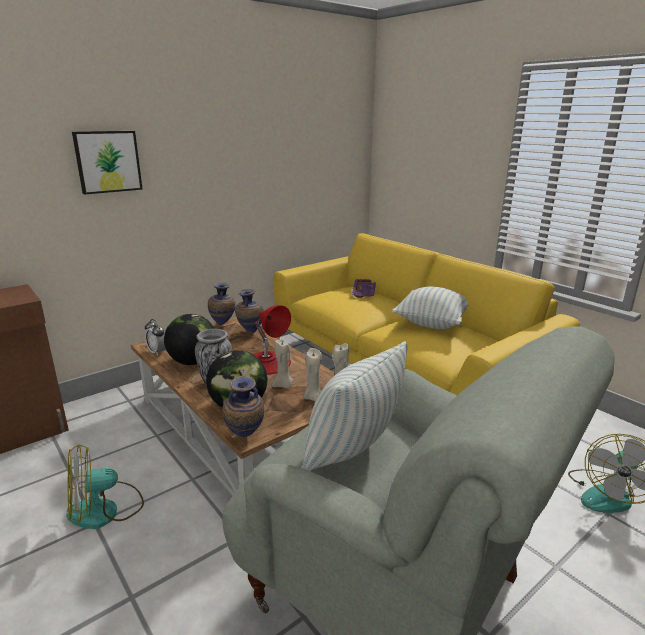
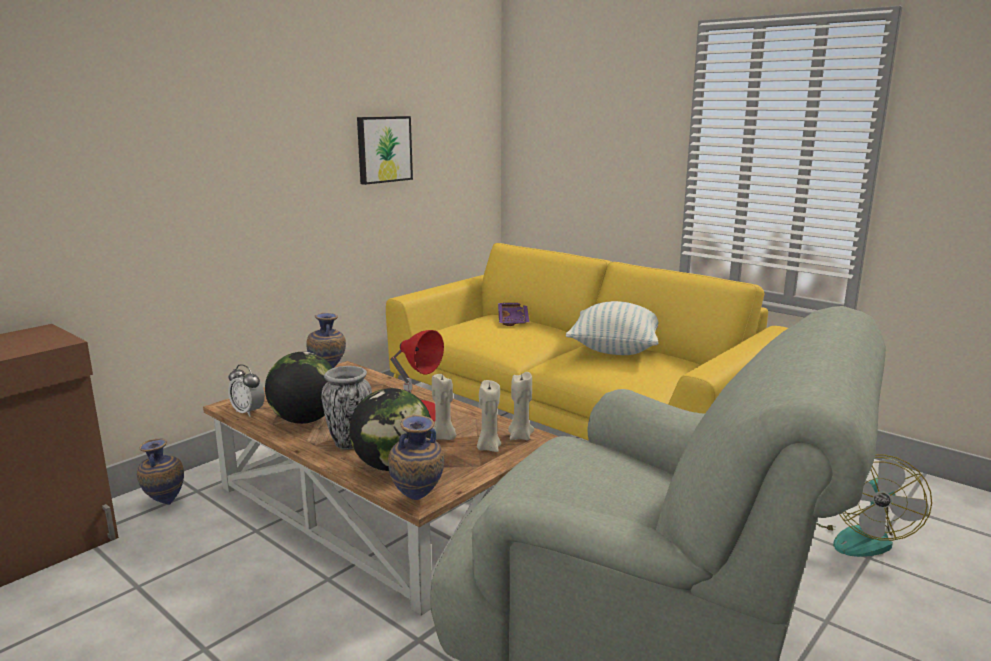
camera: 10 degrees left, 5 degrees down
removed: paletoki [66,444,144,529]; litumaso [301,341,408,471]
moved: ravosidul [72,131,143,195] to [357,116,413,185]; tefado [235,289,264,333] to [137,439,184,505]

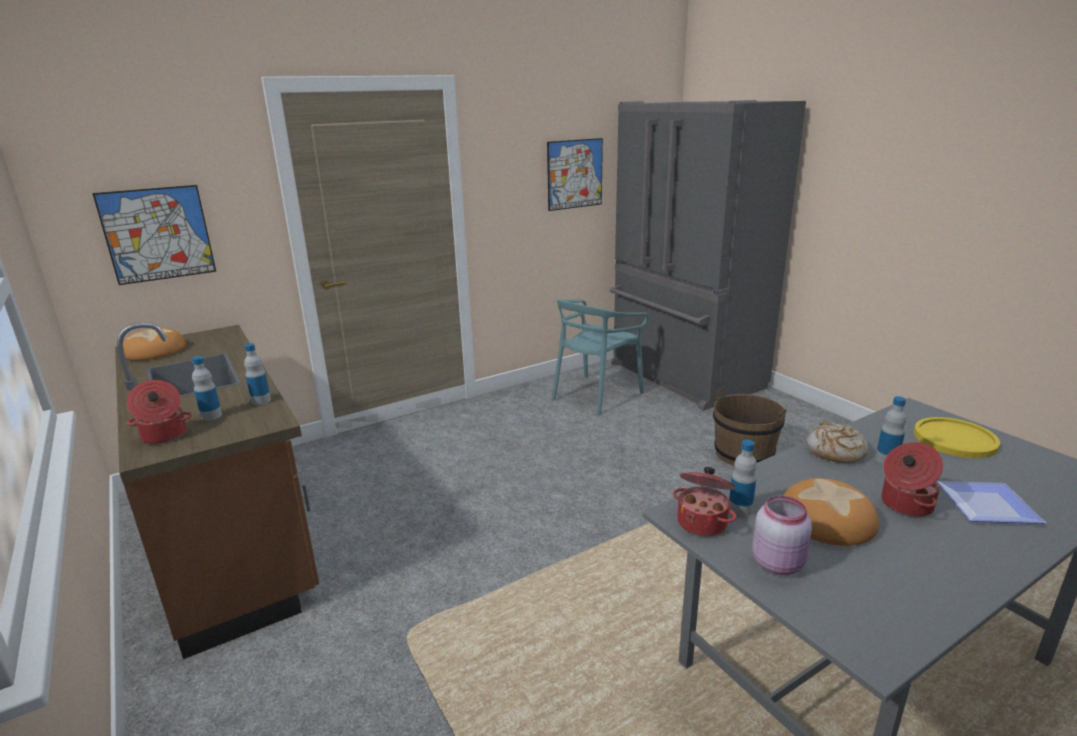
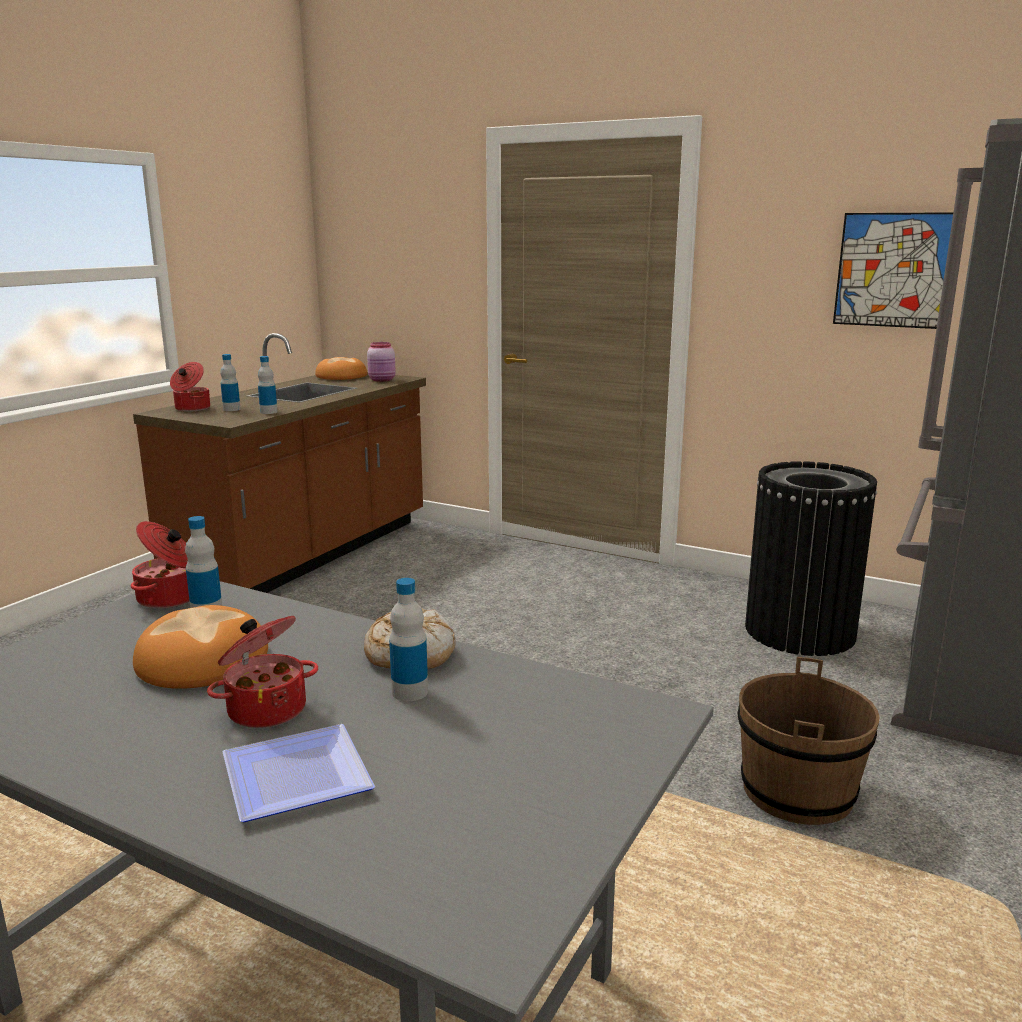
camera: 60 degrees right, 5 degrees down
removed: ravosidul [92,185,216,285]; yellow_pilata [914,417,1000,458]
moved: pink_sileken [752,495,812,575] to [367,342,396,382]
replaced: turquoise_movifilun [552,299,649,415] to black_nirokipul [745,461,877,656]

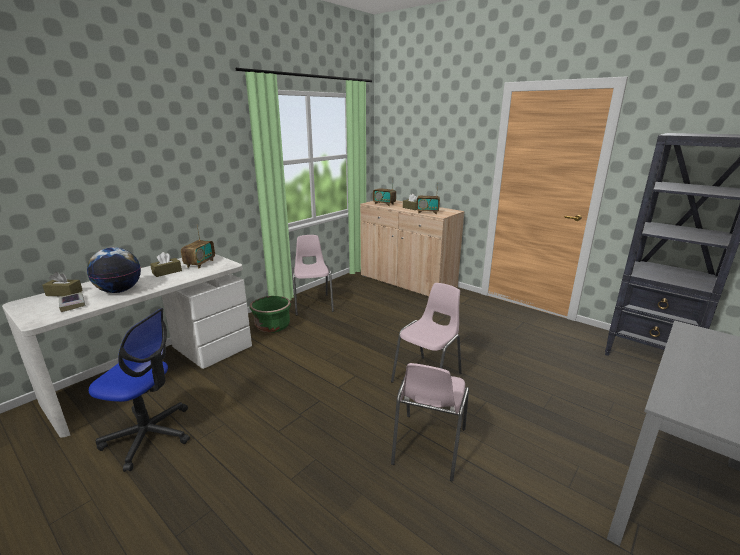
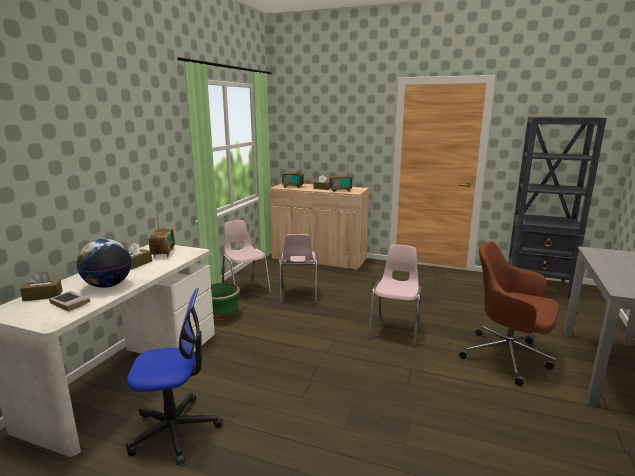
camera: 20 degrees left, 5 degrees down
added: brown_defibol [459,241,559,386]
moved: pink_movifilun [391,363,469,481] to [279,234,318,304]

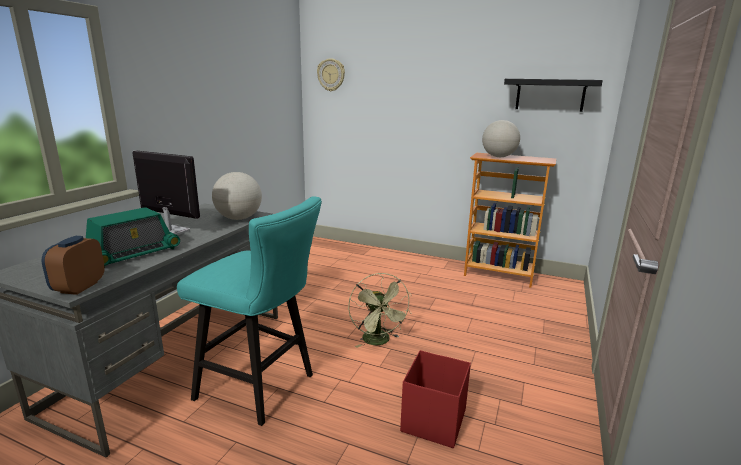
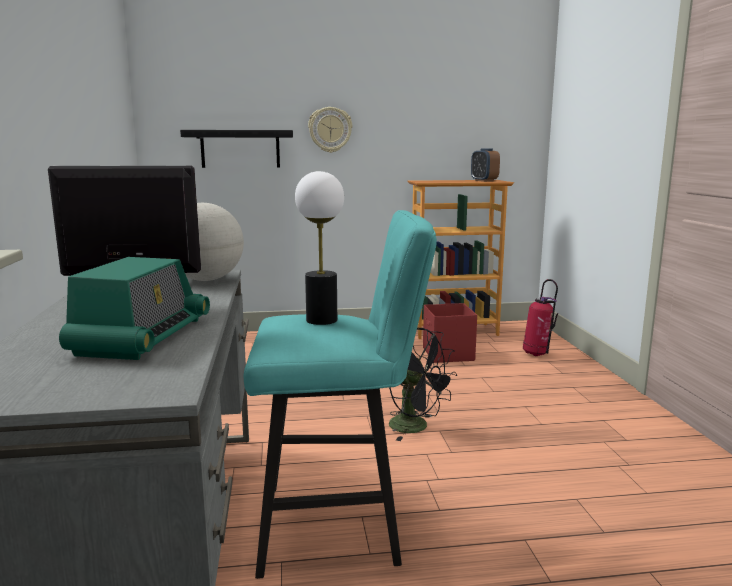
camera: 30 degrees left, 5 degrees down
removed: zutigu [482,120,520,157]
added: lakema [295,171,344,325]; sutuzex [523,279,558,356]
moved: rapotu [42,236,105,295] to [471,148,500,182]; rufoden [317,58,345,91] to [308,107,352,153]; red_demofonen [400,350,471,448] to [423,303,477,363]; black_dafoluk [504,79,603,112] to [180,130,293,168]
recoloured: green_paletoki [348,273,412,348] to black_paletoki [389,328,457,441]

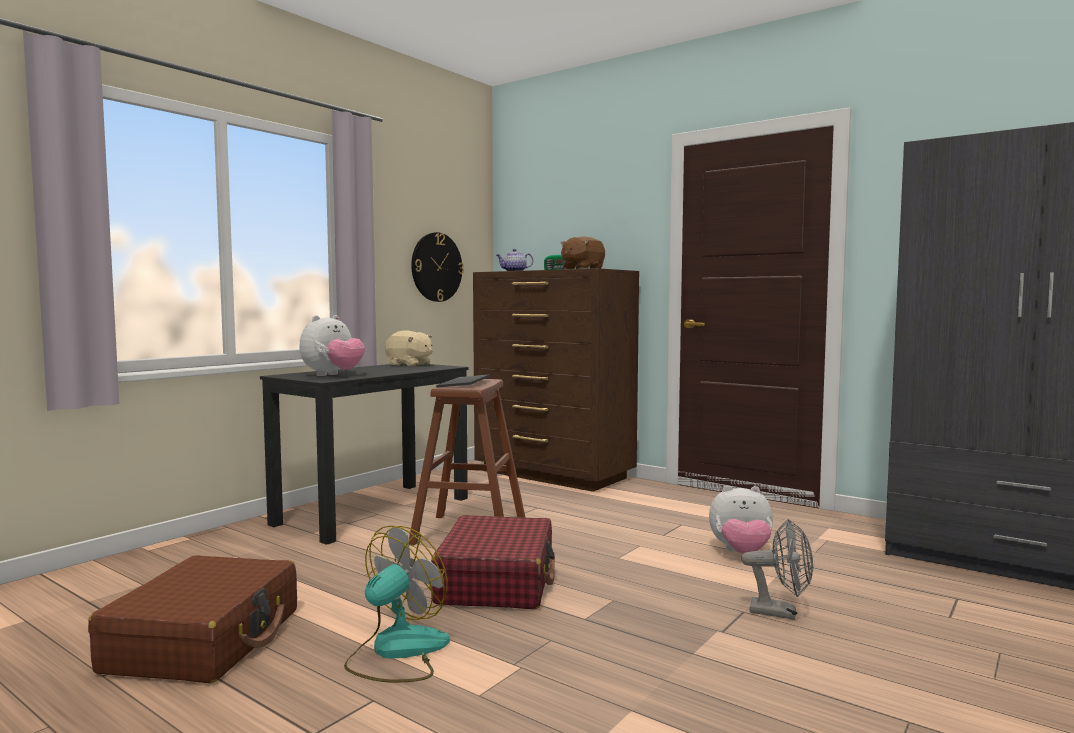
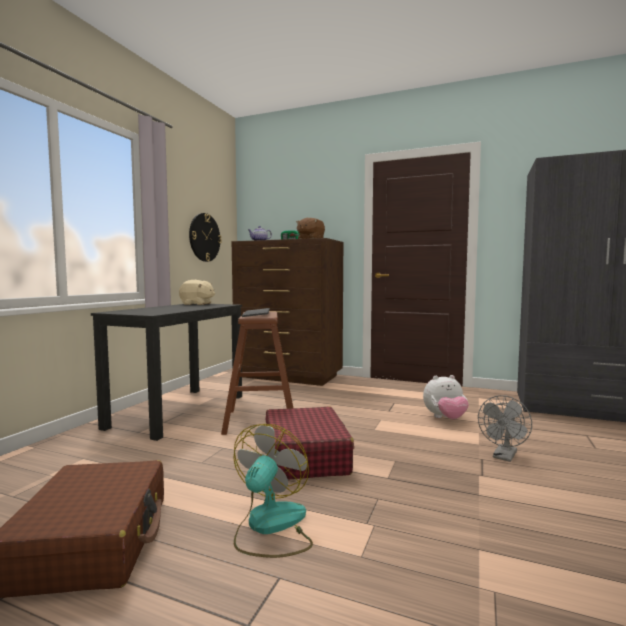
camera: 15 degrees left, 0 degrees up
removed: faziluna [300,315,365,376]
turned: grey_paletoki [741,519,813,620] = [478,395,532,462] 120 degrees clockwise

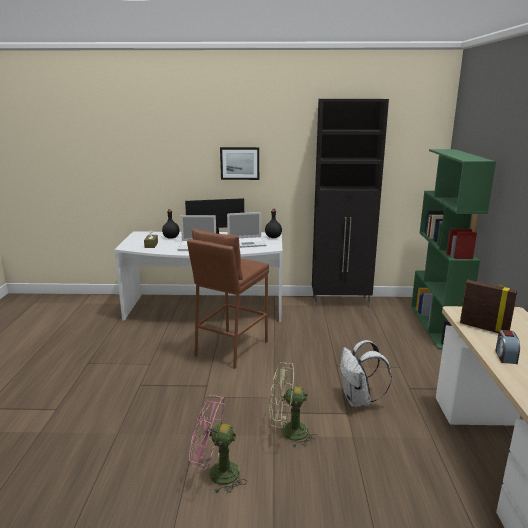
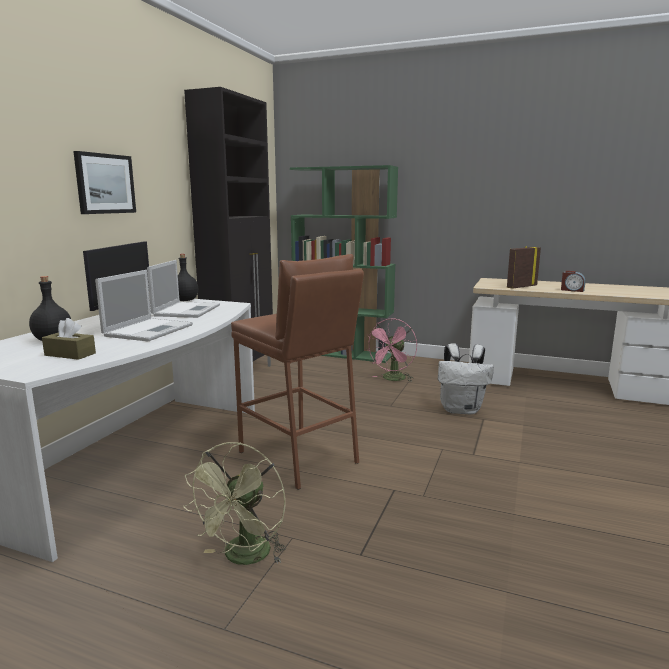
camera: 70 degrees left, 5 degrees down
moved: pink_paletoki [189,395,247,494] to [365,319,417,382]; green_paletoki [269,362,317,448] to [183,442,286,565]

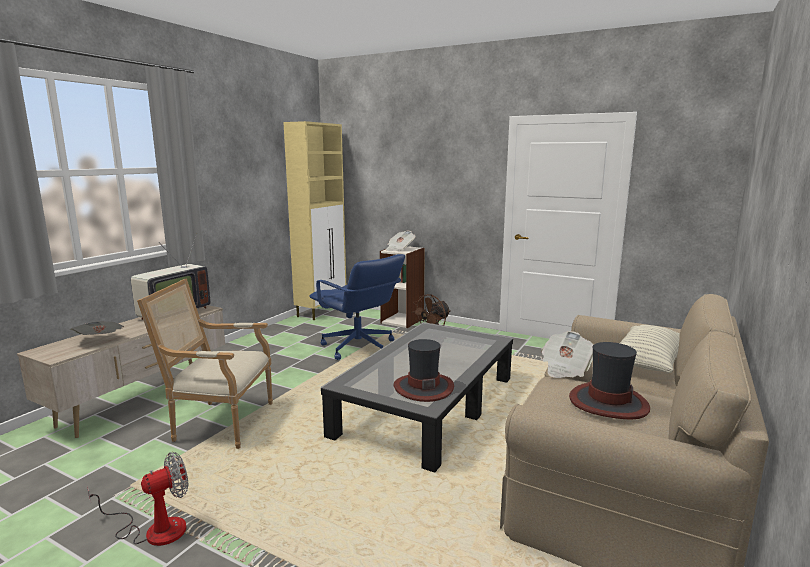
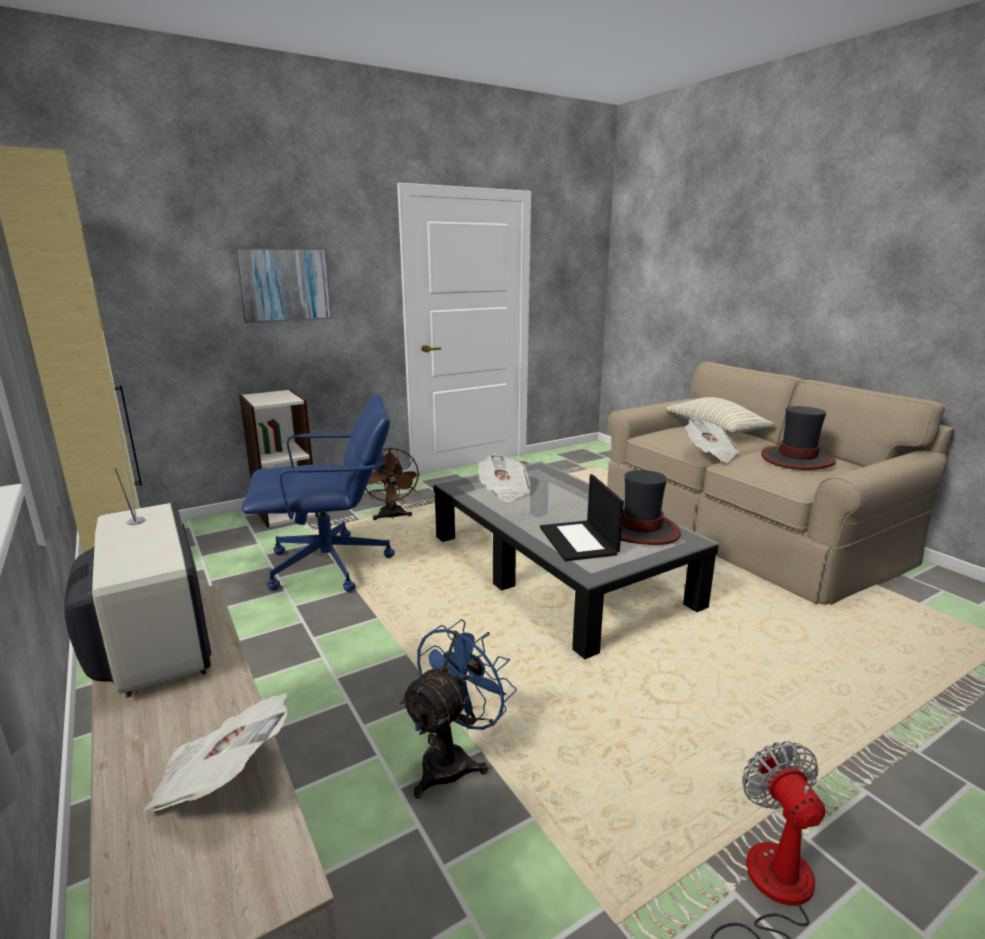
camera: 60 degrees left, 5 degrees up
added: ravosidul [235,248,332,323]; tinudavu [540,474,624,561]
moved: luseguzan [386,231,415,251] to [479,454,531,502]
replaced: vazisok [137,278,273,449] to blue_paletoki [399,619,517,798]

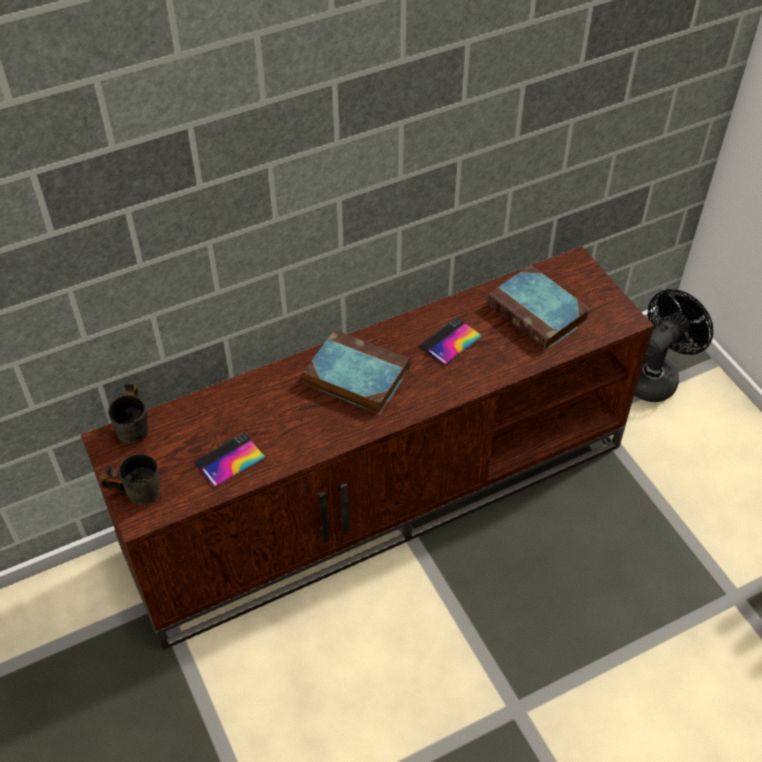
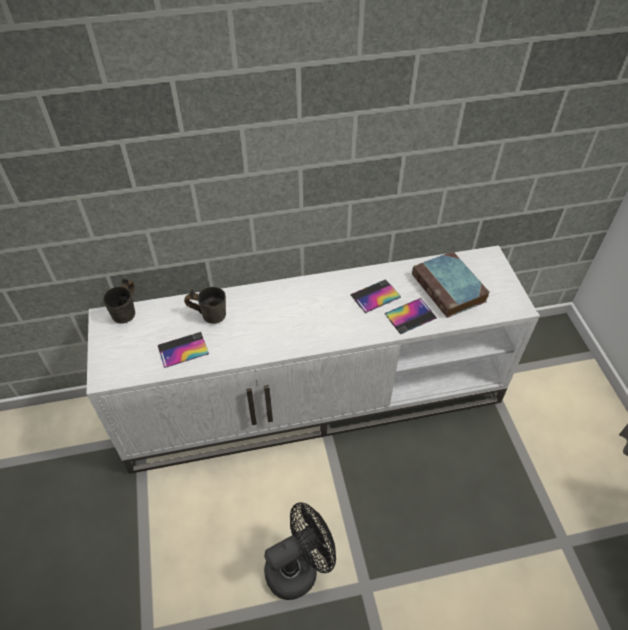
camera: 15 degrees right, 0 degrees up
removed: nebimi [303,330,410,415]
added: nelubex [385,298,437,334]
moved: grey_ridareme [99,454,160,505] to [184,287,226,324]; black_paletoki [634,289,713,402] to [264,502,336,600]
recoloured: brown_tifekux [81,246,654,650] to white_tifekux [87,245,540,474]

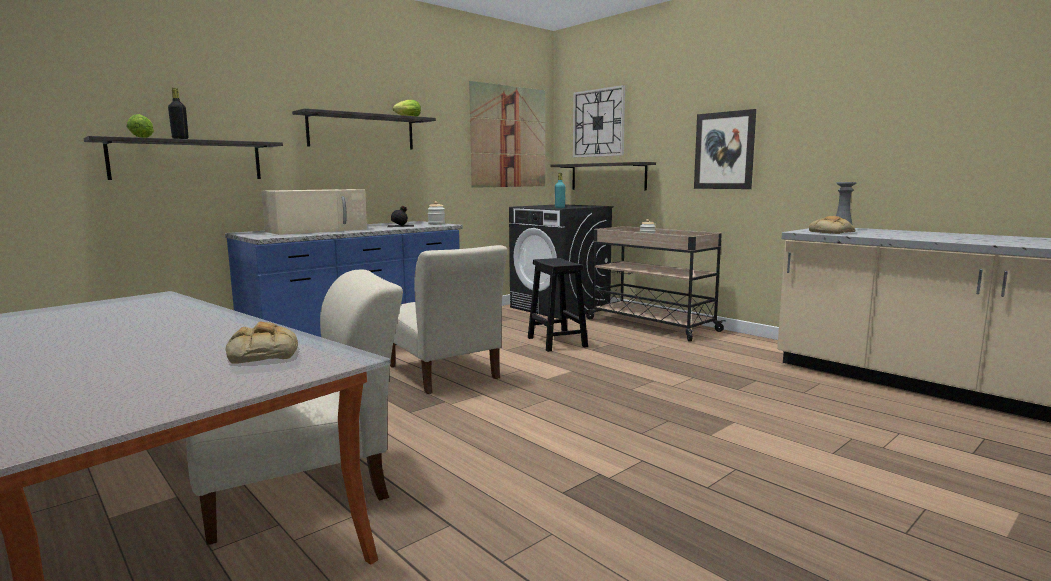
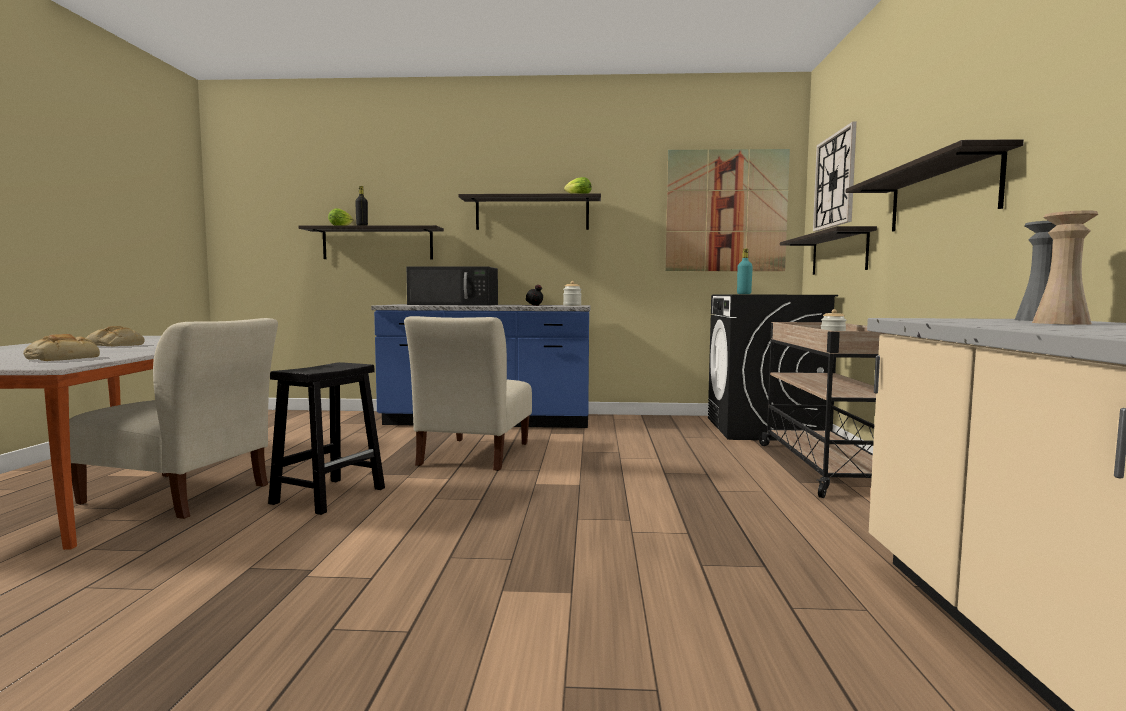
camera: 45 degrees right, 5 degrees down
added: beige_tefado [1032,210,1098,325]
moved: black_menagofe [528,258,588,352] to [268,362,385,515]; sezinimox [809,216,855,234] to [86,326,145,346]
replaced: ravosidul [694,109,756,189] to dafoluk [846,139,1024,232]
recoloured: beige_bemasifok [261,189,367,235] to black_bemasifok [406,266,498,306]

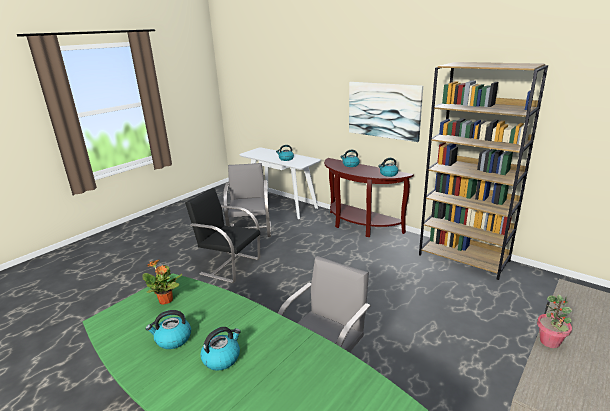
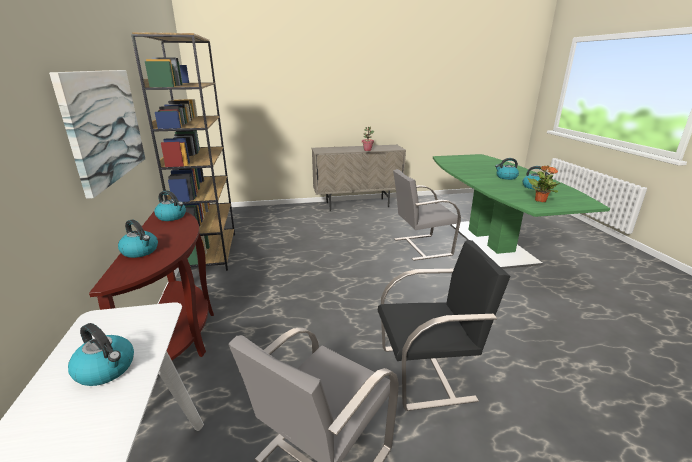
camera: 140 degrees left, 0 degrees up
turned: black_movifilun [185,188,260,283] = [378,240,511,411] 75 degrees counterclockwise

